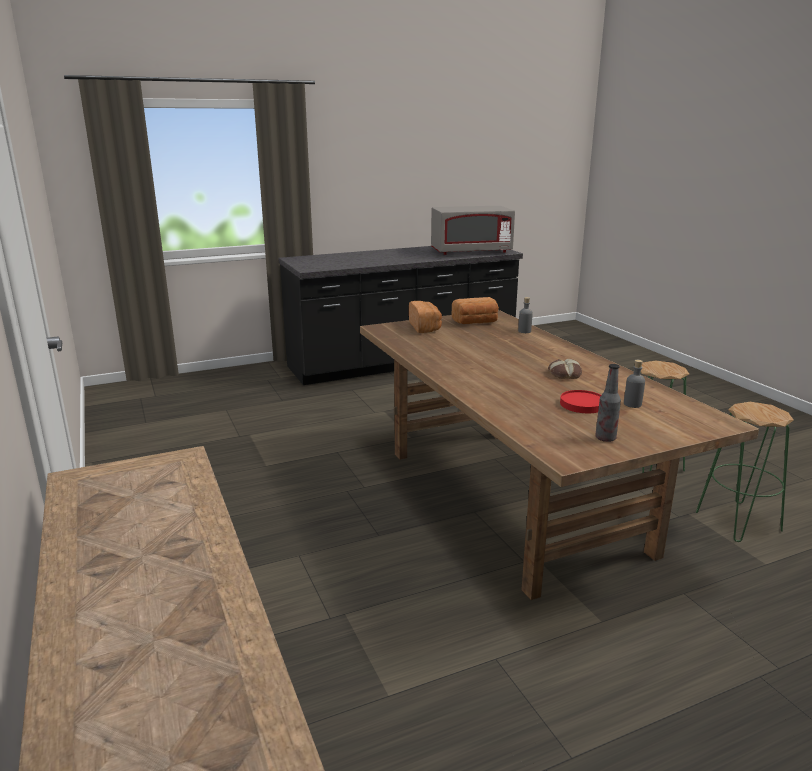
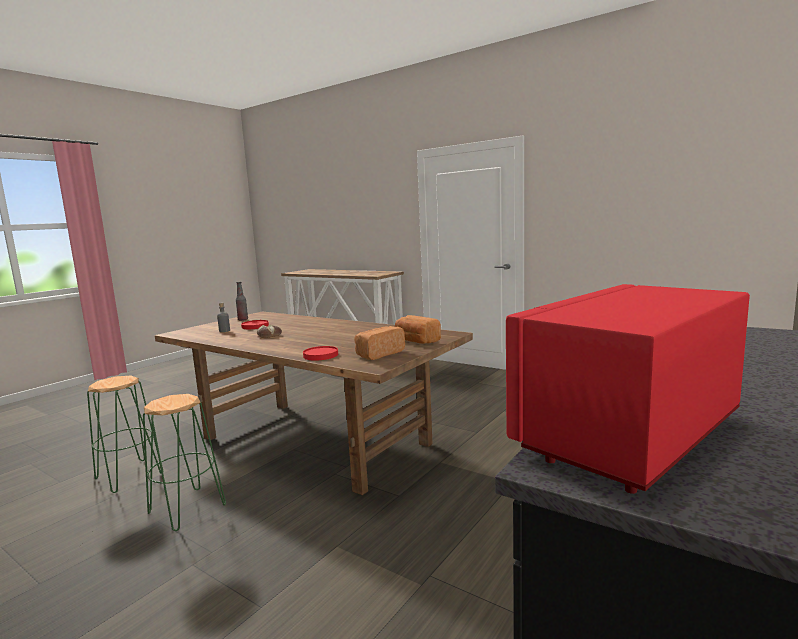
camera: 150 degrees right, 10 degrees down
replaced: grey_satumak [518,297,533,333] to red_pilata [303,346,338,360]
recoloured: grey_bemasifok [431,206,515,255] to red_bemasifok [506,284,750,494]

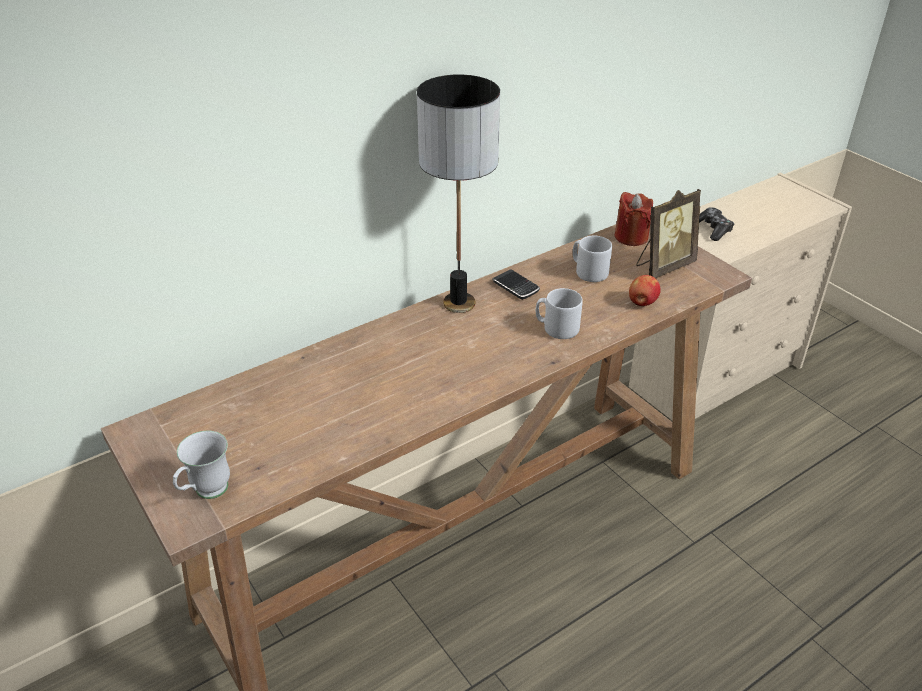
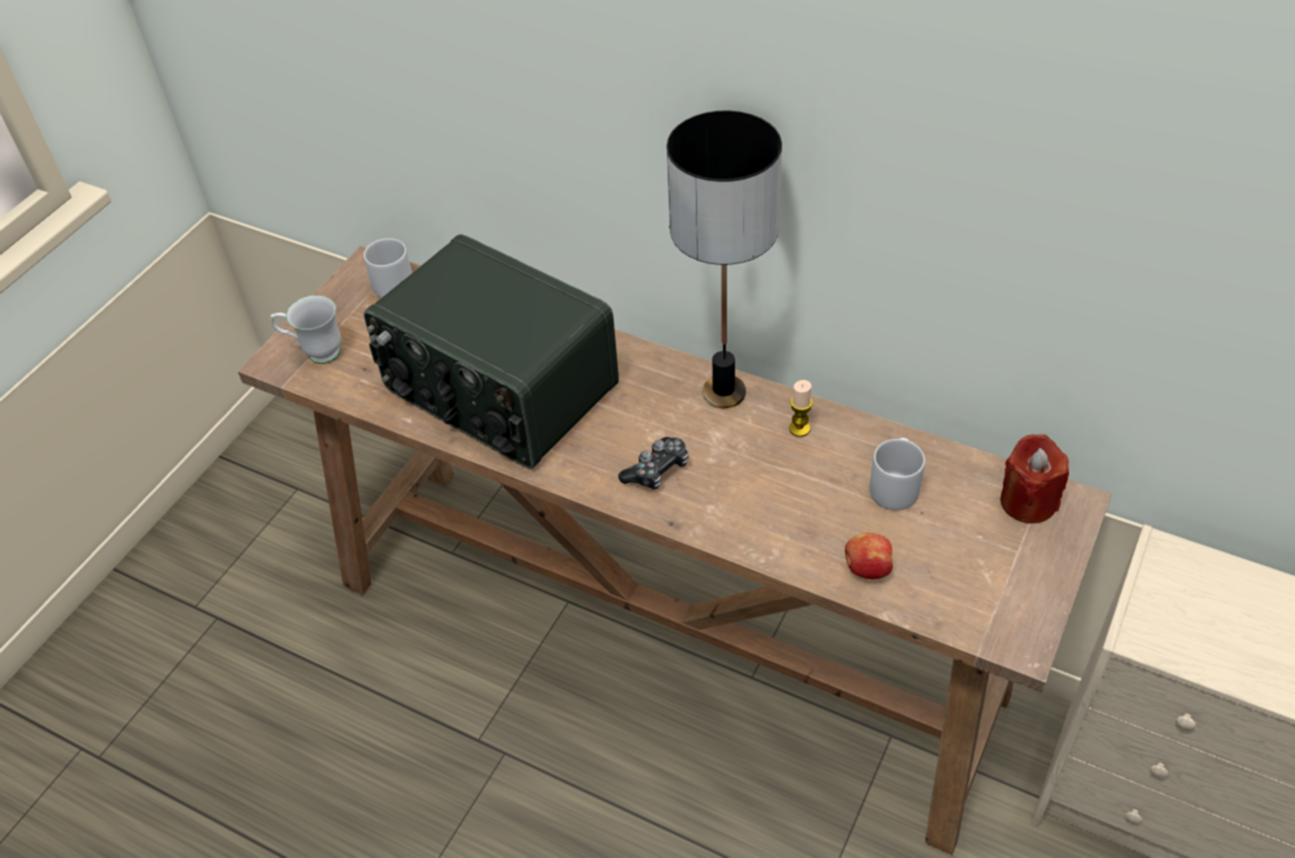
camera: 65 degrees right, 10 degrees up
removed: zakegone [636,189,701,279]
added: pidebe [364,234,619,469]
moved: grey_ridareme [536,288,583,339] to [364,238,412,298]; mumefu [699,207,735,241] to [618,437,689,490]
replaced: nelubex [492,270,540,300] to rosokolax [789,380,813,437]

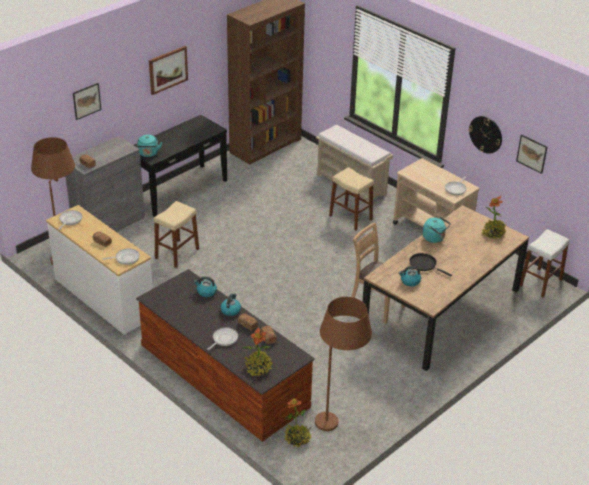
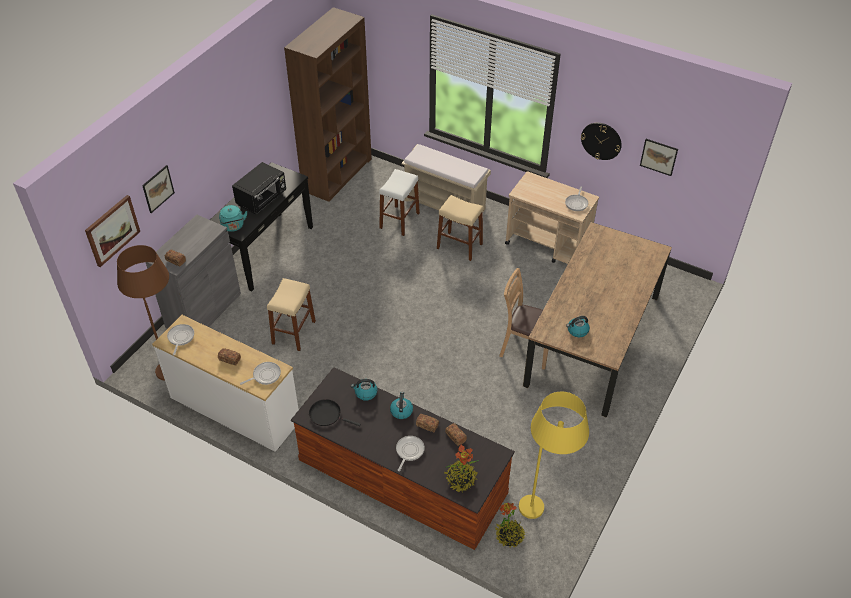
camera: 15 degrees left, 10 degrees up
removed: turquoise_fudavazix [423,217,451,243]; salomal [481,196,506,239]
added: black_bemasifok [232,162,286,214]
moved: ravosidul [149,46,188,95] to [85,195,140,267]; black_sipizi [409,253,452,276] to [309,399,361,427]; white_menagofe [520,229,570,298] to [379,169,420,236]
recoloured: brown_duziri [315,297,372,431] to yellow_duziri [519,392,589,519]

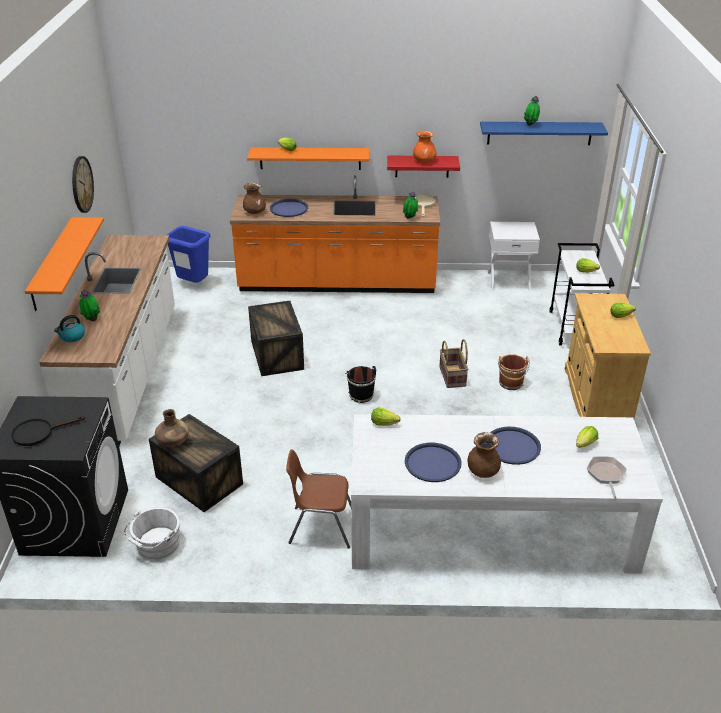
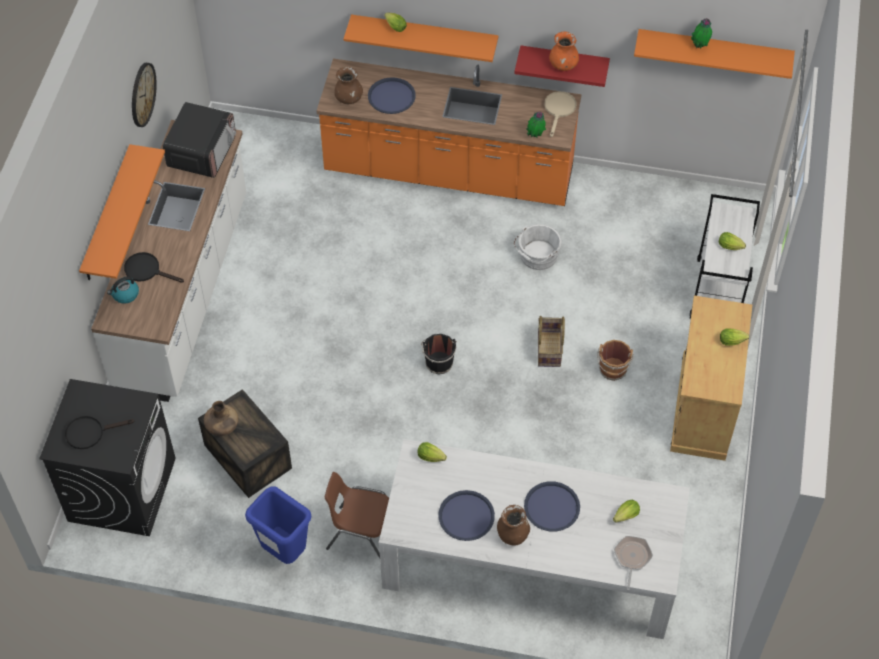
camera: 10 degrees right, 20 degrees up
removed: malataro [248,301,304,376]; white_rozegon [488,222,540,290]
added: bemasifok [163,102,236,178]
moved: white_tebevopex [124,507,180,559] to [514,224,562,270]; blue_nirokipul [167,226,210,283] to [245,487,311,564]
replaced: salomal [80,290,100,321] to black_sipizi [124,252,184,283]
recoloured: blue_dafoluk [480,122,608,145] to orange_dafoluk [634,29,795,79]

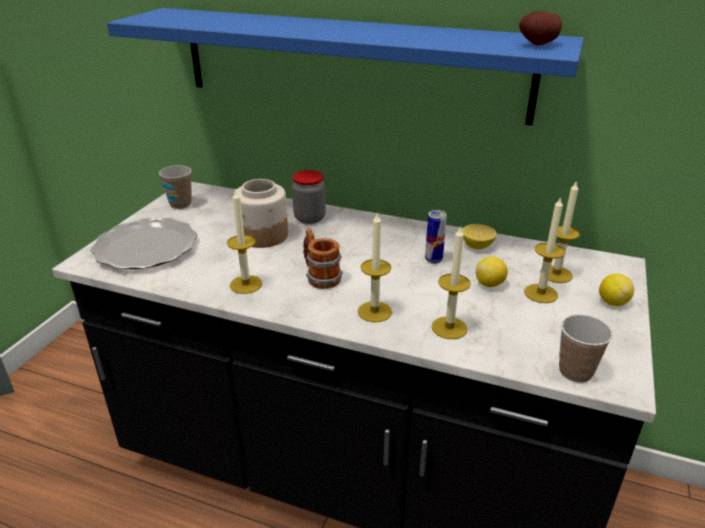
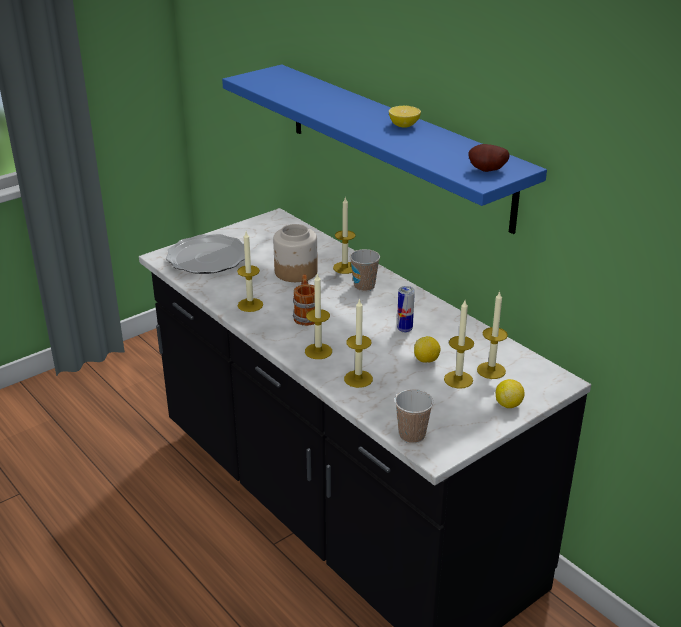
camera: 30 degrees right, 0 degrees up
moved: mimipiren [159,165,192,209] to [350,249,380,292]; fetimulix [462,224,496,249] to [389,106,421,128]
replaced: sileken [292,170,326,224] to rosokolax [333,198,356,274]

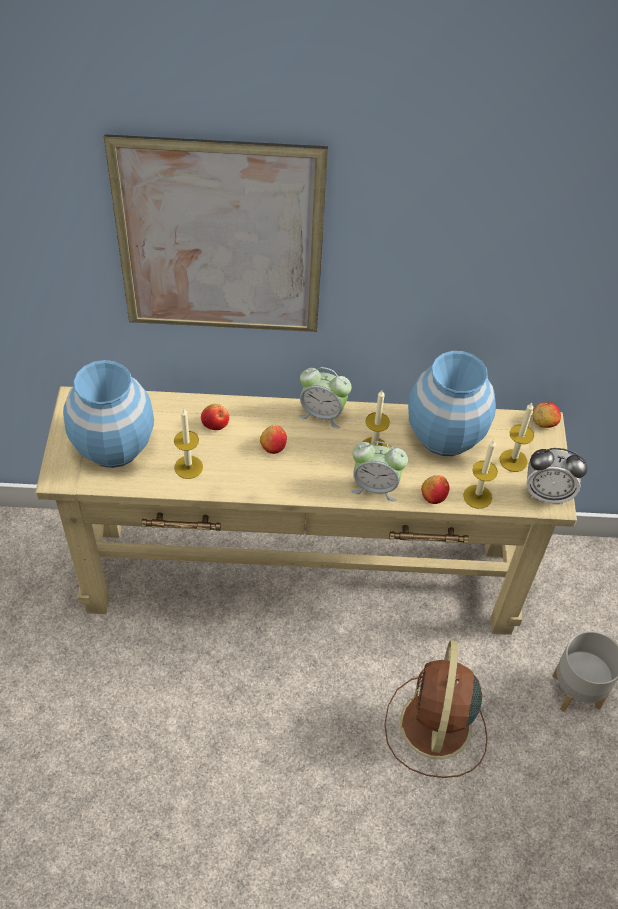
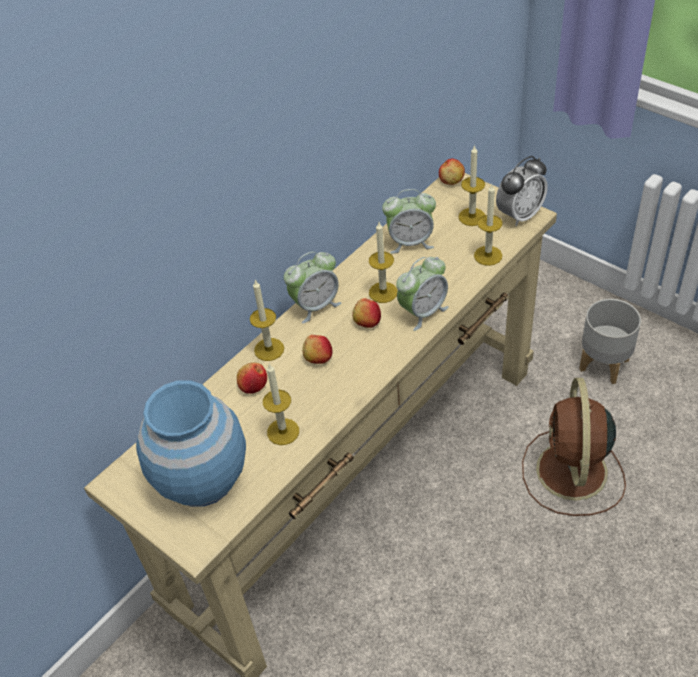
camera: 45 degrees left, 5 degrees down
removed: ravosidul [104,134,328,332]
added: rosokolax [250,279,284,361]
moved: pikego [421,475,449,504] to [352,298,381,328]
replaced: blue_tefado [408,351,496,456] to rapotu [382,189,436,253]
turned: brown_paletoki [384,640,488,778] = [522,378,626,516] 45 degrees clockwise

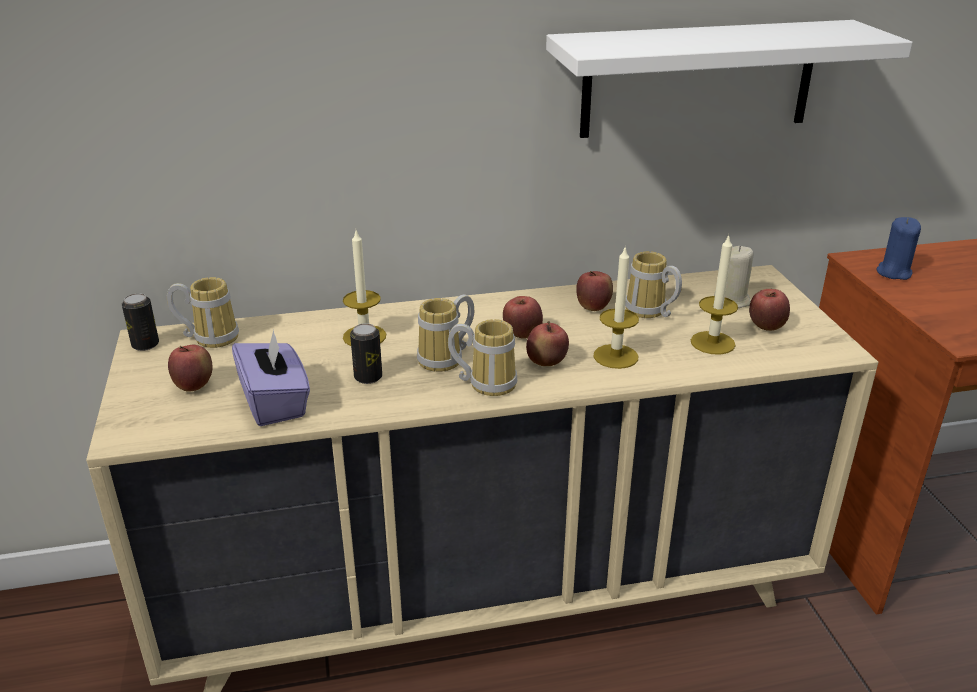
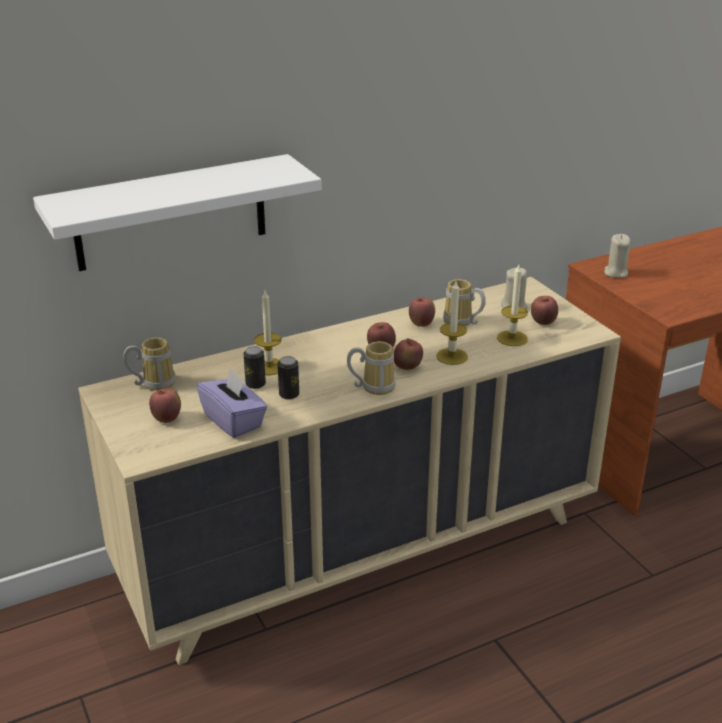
camera: 15 degrees left, 0 degrees up
removed: ridareme [417,294,474,372]
moved: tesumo [122,293,159,351] to [244,346,266,389]; white_dafoluk [546,20,913,138] to [33,154,322,271]
recoloured: blue_rosokolax [876,217,921,280] to beige_rosokolax [604,234,631,278]

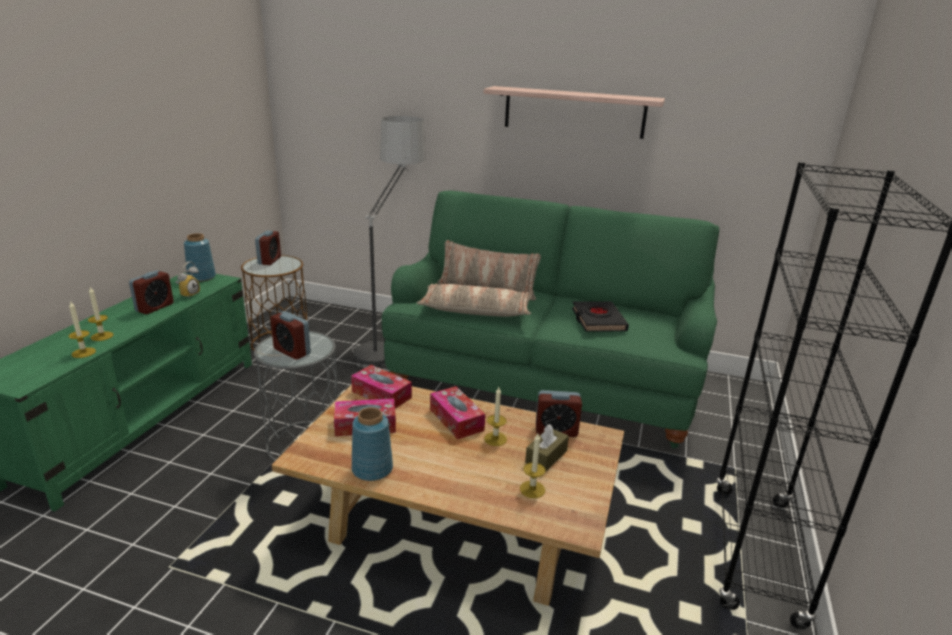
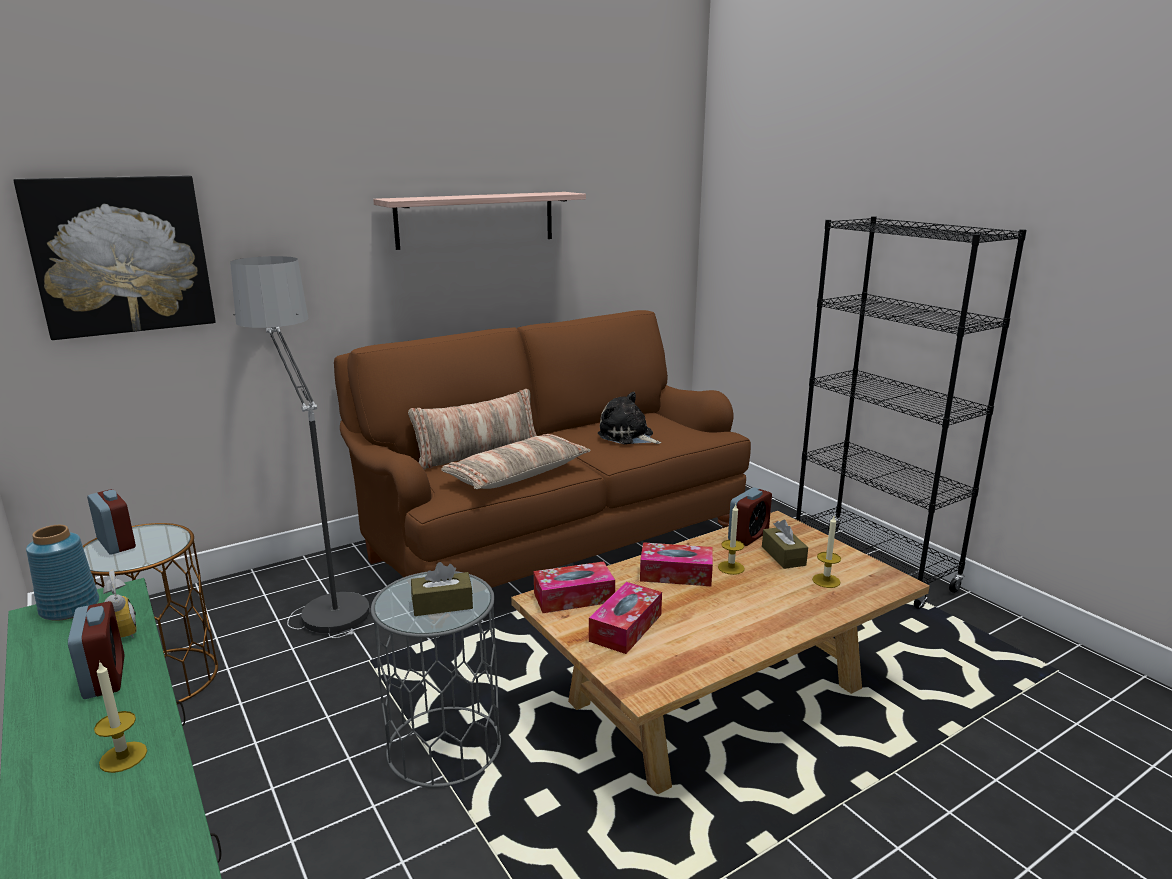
camera: 50 degrees left, 5 degrees down
removed: rosokolax [69,301,96,358]; blue_tefado [352,407,393,481]
added: ravosidul [13,176,216,340]
replaced: rapotu [270,311,311,359] to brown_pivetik [411,562,473,616]; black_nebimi [572,301,629,332] to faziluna [598,392,662,444]
recoloured: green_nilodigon [382,191,719,448] to brown_nilodigon [334,310,751,588]

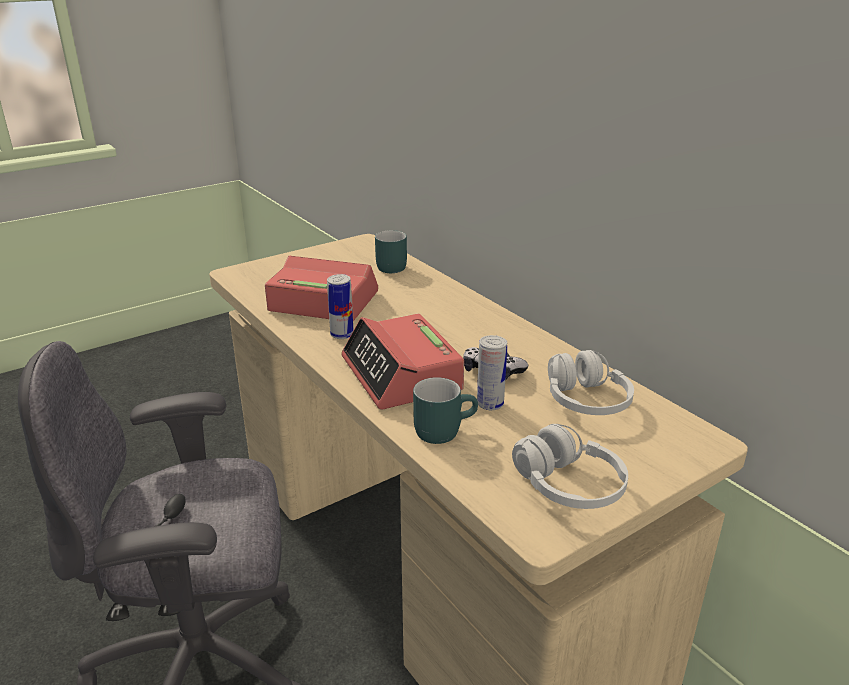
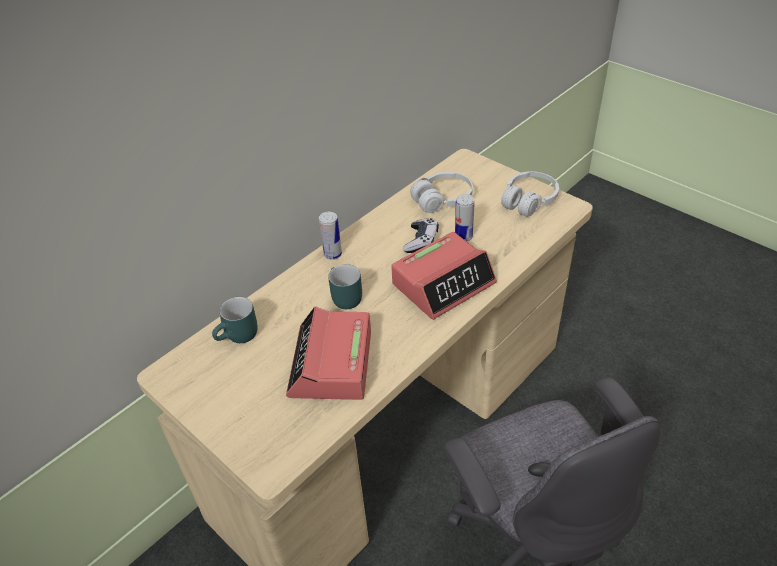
camera: 100 degrees left, 15 degrees up
moved: tesumo [327,274,353,339] to [319,212,342,260]; turquoise_ridareme [413,377,478,444] to [328,264,362,309]

